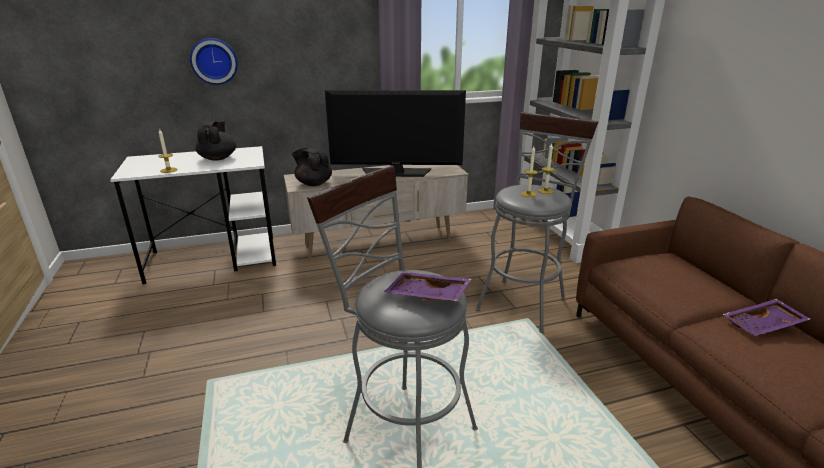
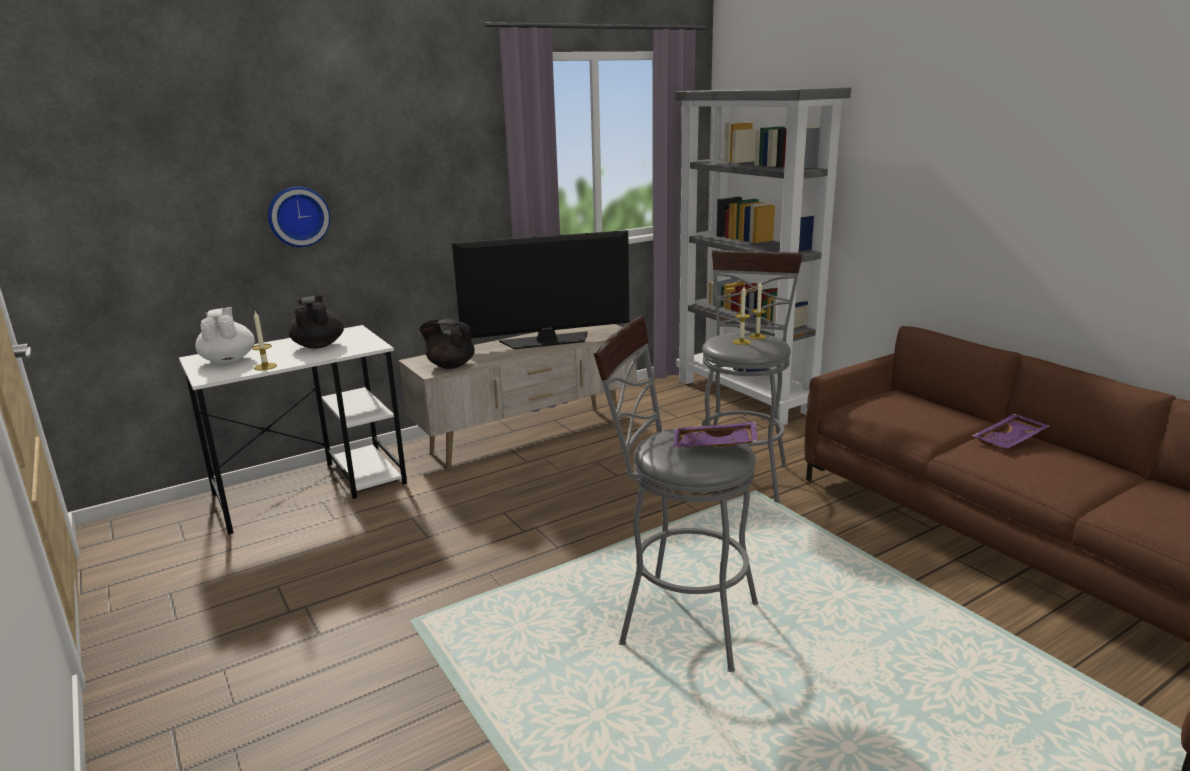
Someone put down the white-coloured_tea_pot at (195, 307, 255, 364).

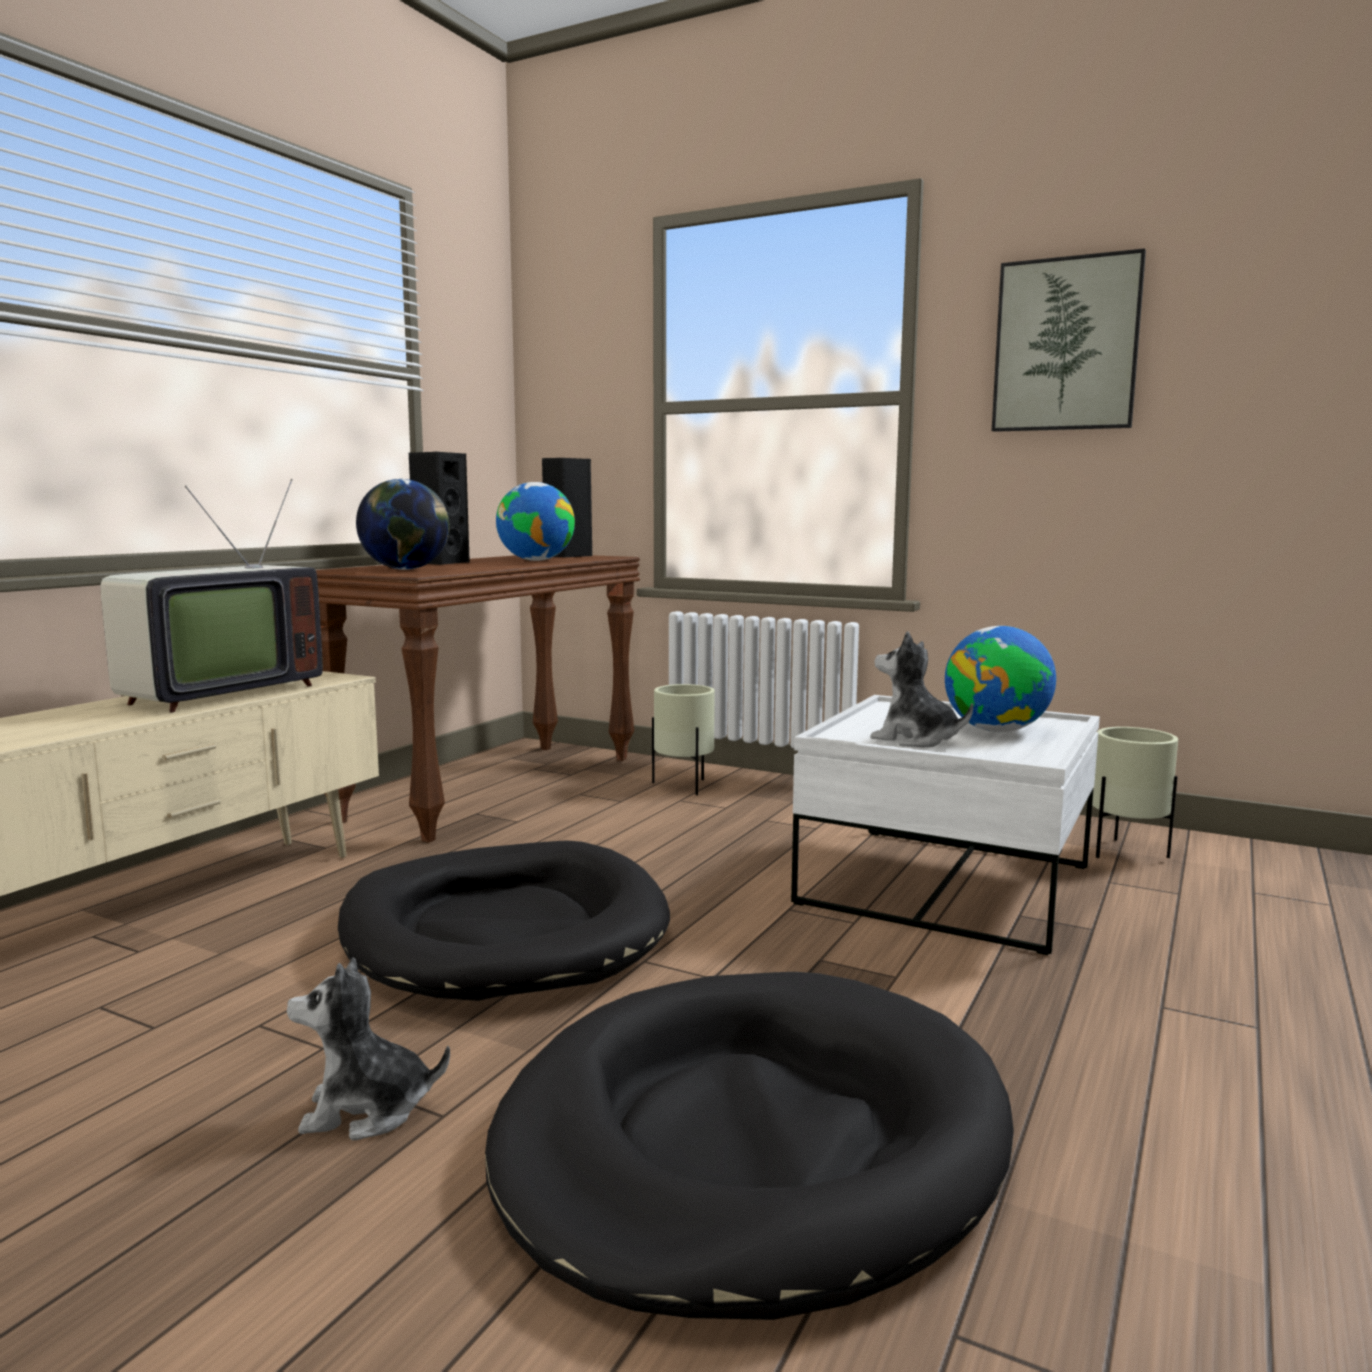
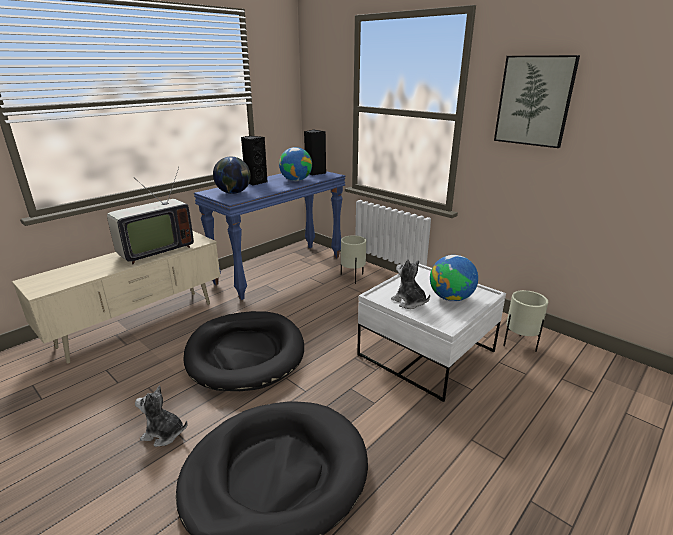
Someone repainted the brownish_console_table at (316, 555, 640, 843), which became the bluish_console_table at (194, 171, 346, 300).

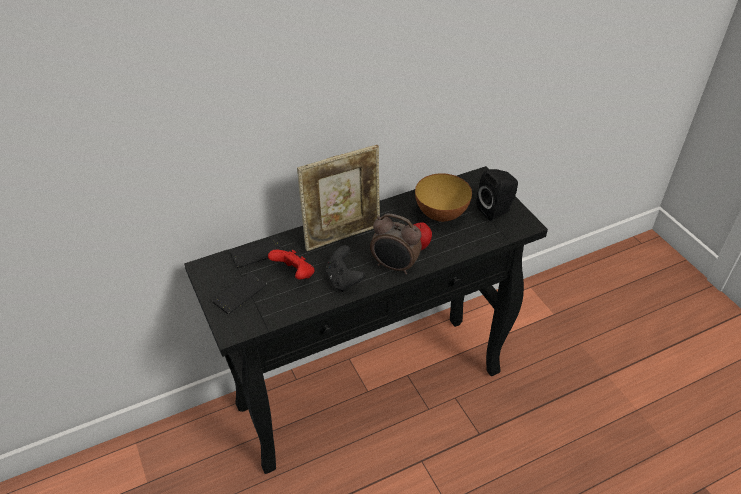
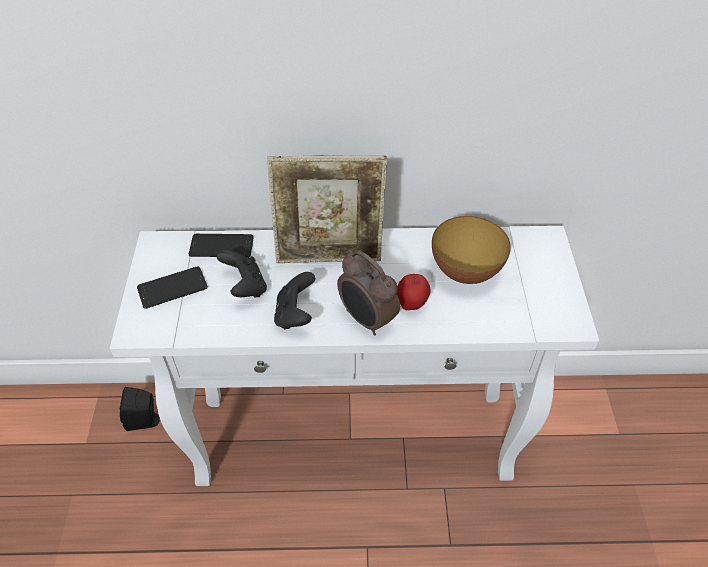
Someone repainted the black-coloured_console_table at (184, 166, 548, 474), which became the white-coloured_console_table at (110, 226, 599, 486).
Someone repainted the reddish_joypad at (268, 250, 314, 280), which became the black-coloured_joypad at (217, 249, 267, 298).
Someone carried the black-coloured_loudspeaker from (477, 169, 518, 221) to (120, 387, 160, 431).

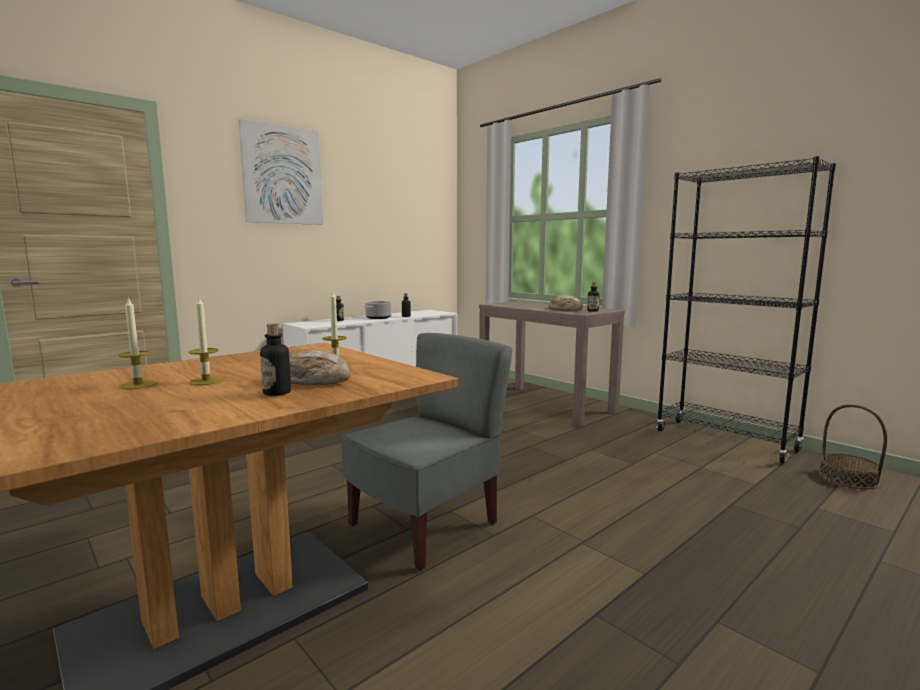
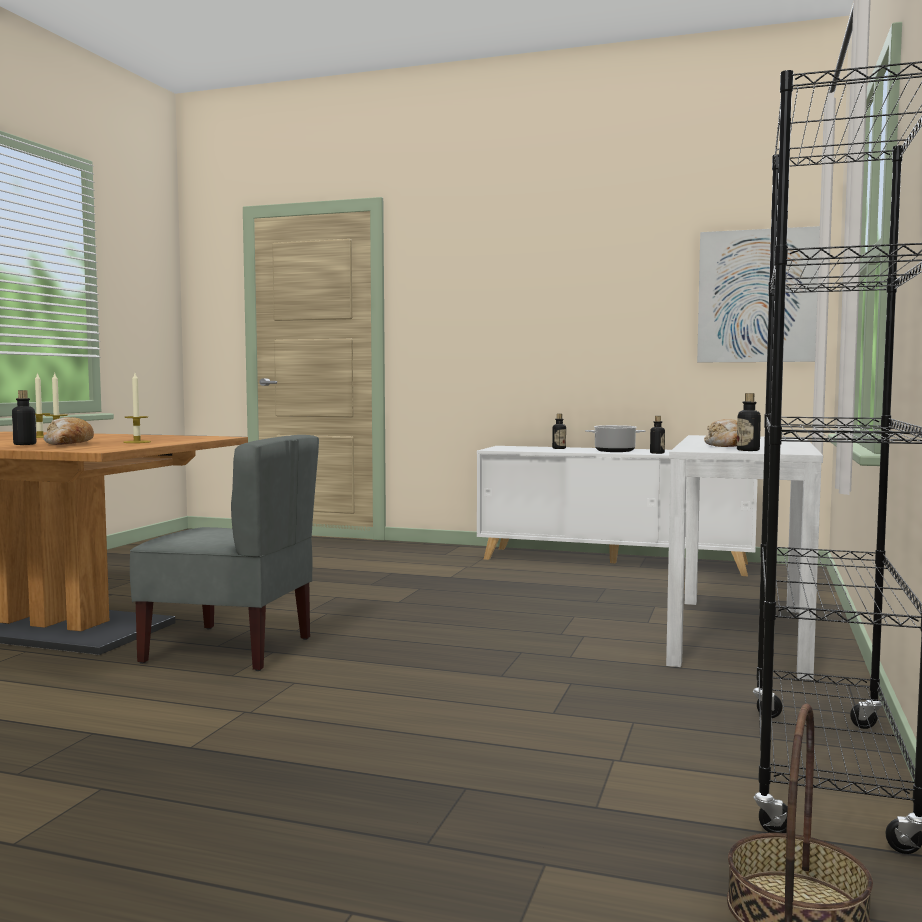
Someone carried the wall_art from (239, 119, 323, 225) to (697, 226, 820, 362).
Someone repainted the brownish_console_table at (479, 301, 625, 427), which became the white-coloured_console_table at (666, 435, 823, 680).

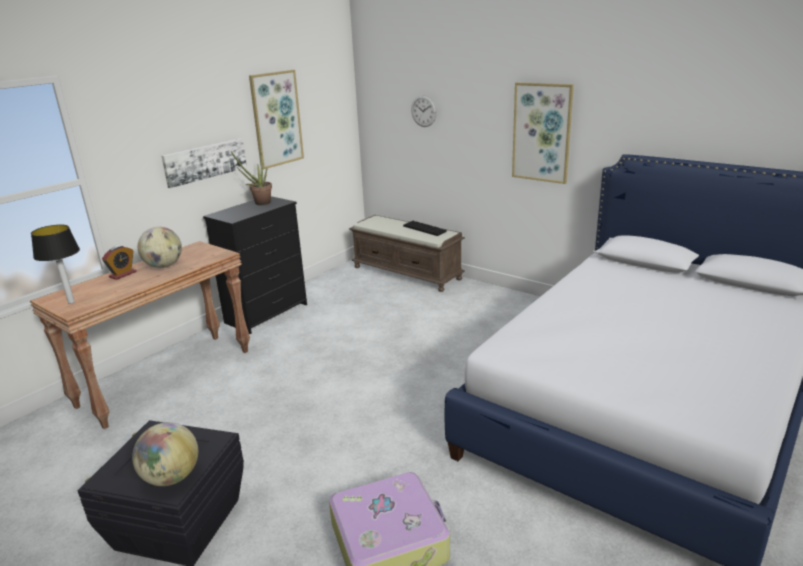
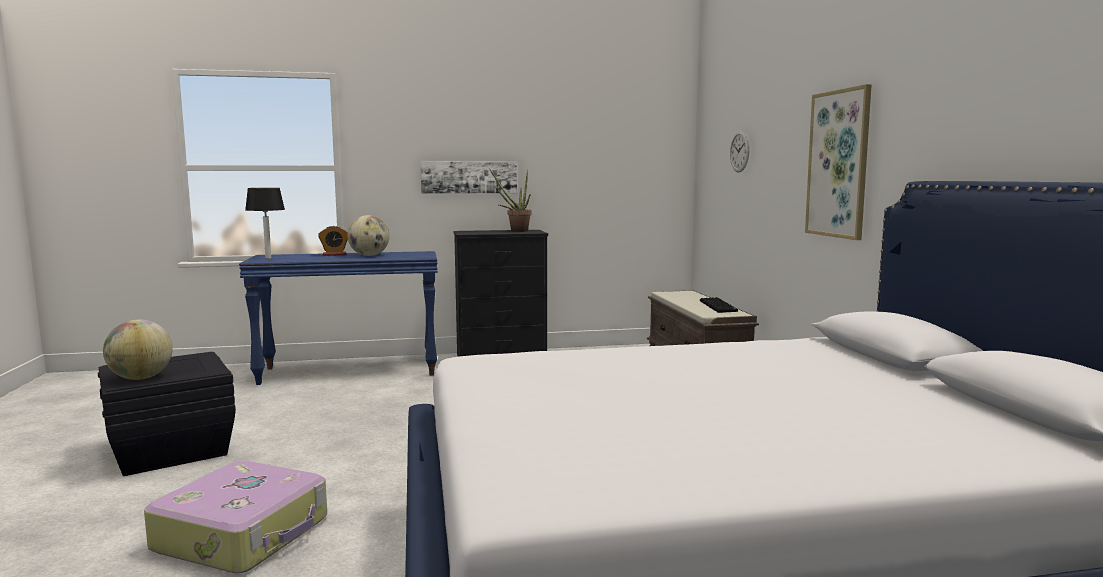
Someone repainted the brownish_console_table at (30, 241, 250, 429), which became the bluish_console_table at (239, 251, 438, 385).
Someone took away the wall_art at (249, 70, 304, 170).

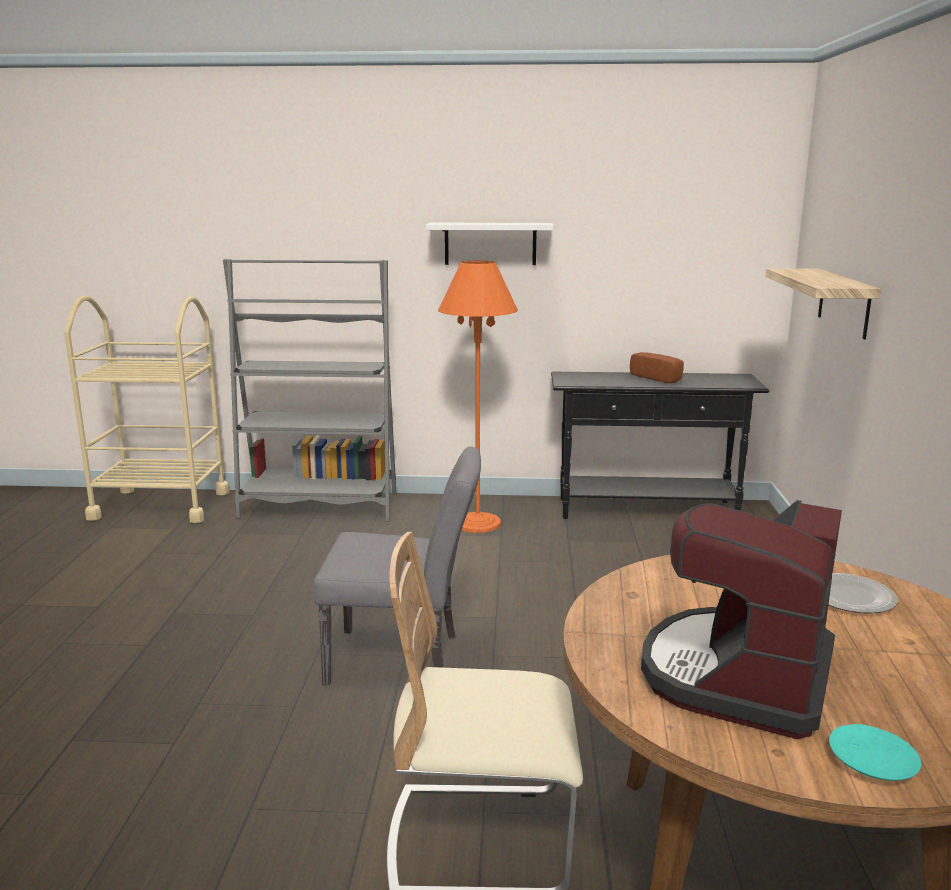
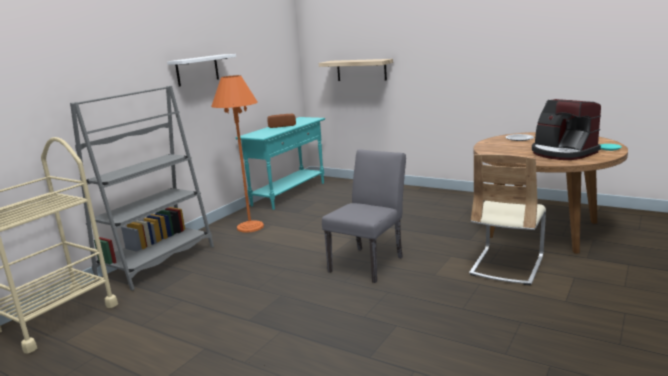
Someone repainted the black-coloured_console_table at (551, 372, 769, 519), which became the turquoise-coloured_console_table at (236, 117, 325, 210).

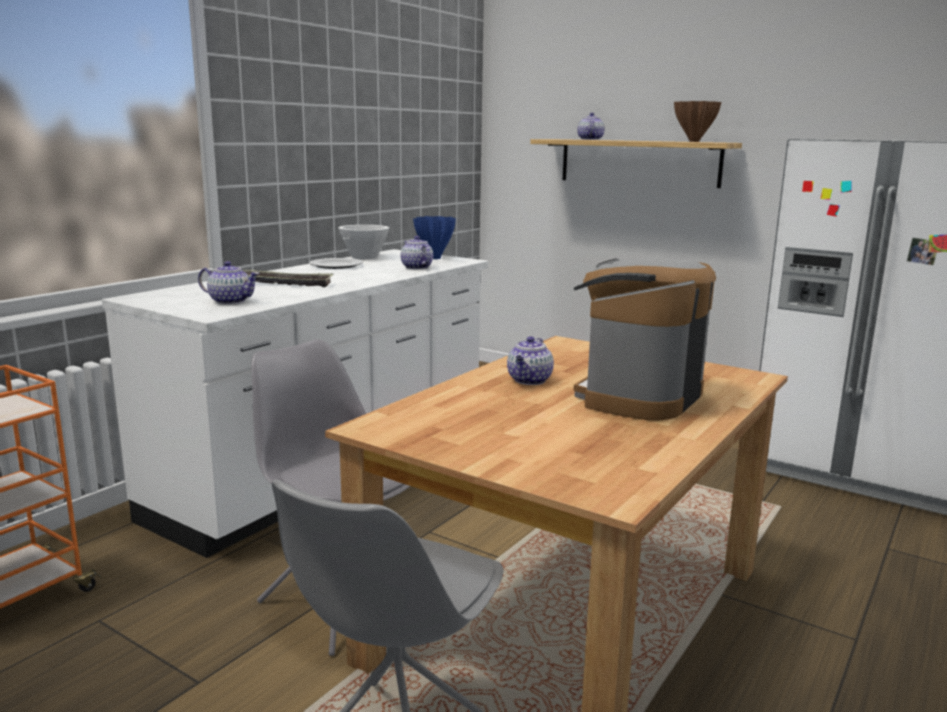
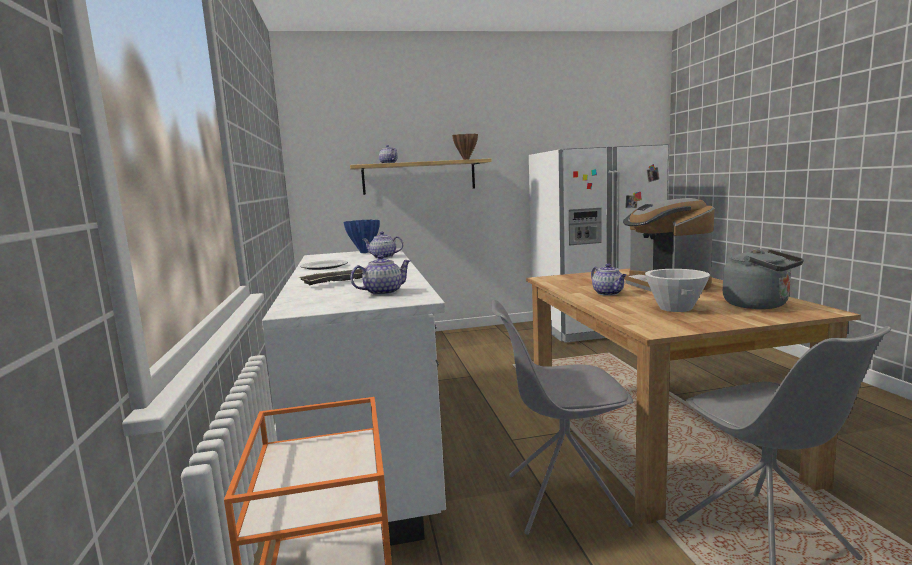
Someone carried the white-coloured_serving_bowl from (338, 225, 389, 259) to (645, 269, 710, 312).
Someone put down the greyish_water_kettle at (723, 249, 804, 309).

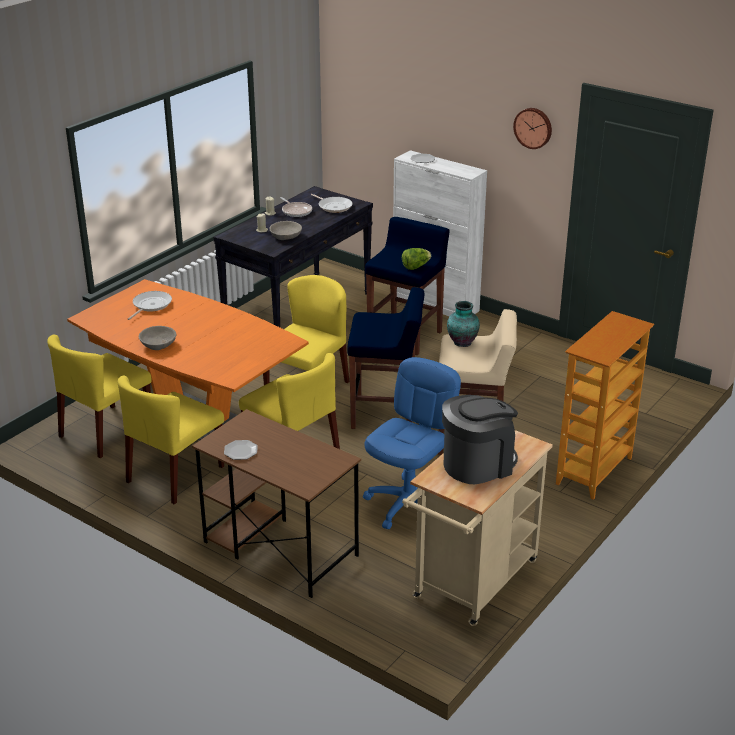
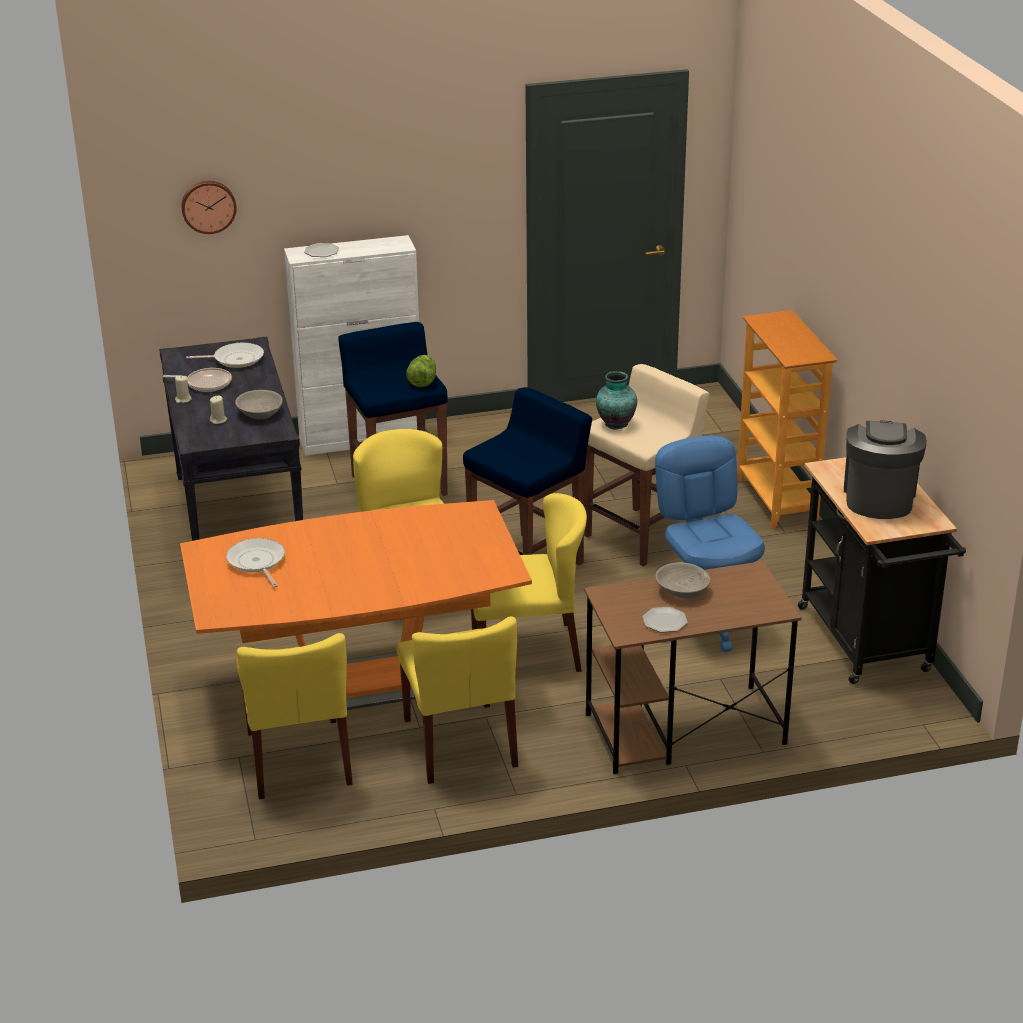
Someone carried the greyish_serving_bowl from (139, 326, 176, 350) to (655, 562, 711, 598).
Someone repainted the beige_wheeled_cart at (402, 430, 553, 626), which became the black-coloured_wheeled_cart at (798, 457, 966, 684).
Someone carried the wall_clock from (513, 108, 552, 149) to (181, 181, 237, 234).

